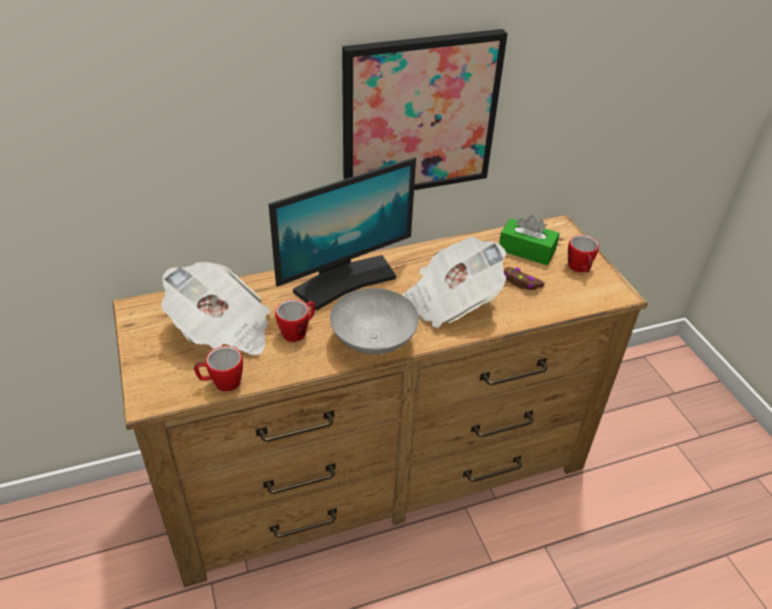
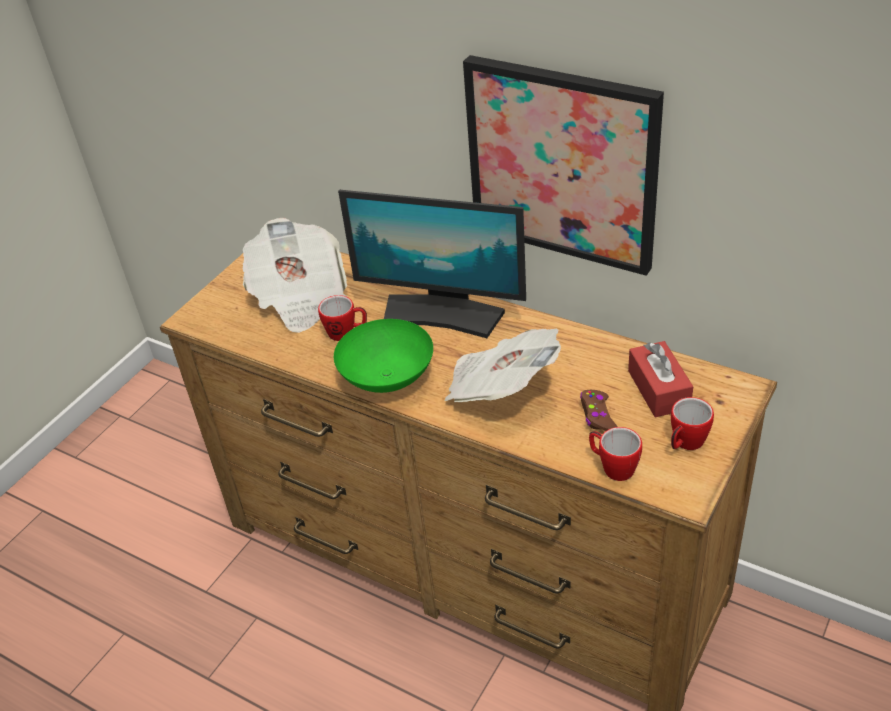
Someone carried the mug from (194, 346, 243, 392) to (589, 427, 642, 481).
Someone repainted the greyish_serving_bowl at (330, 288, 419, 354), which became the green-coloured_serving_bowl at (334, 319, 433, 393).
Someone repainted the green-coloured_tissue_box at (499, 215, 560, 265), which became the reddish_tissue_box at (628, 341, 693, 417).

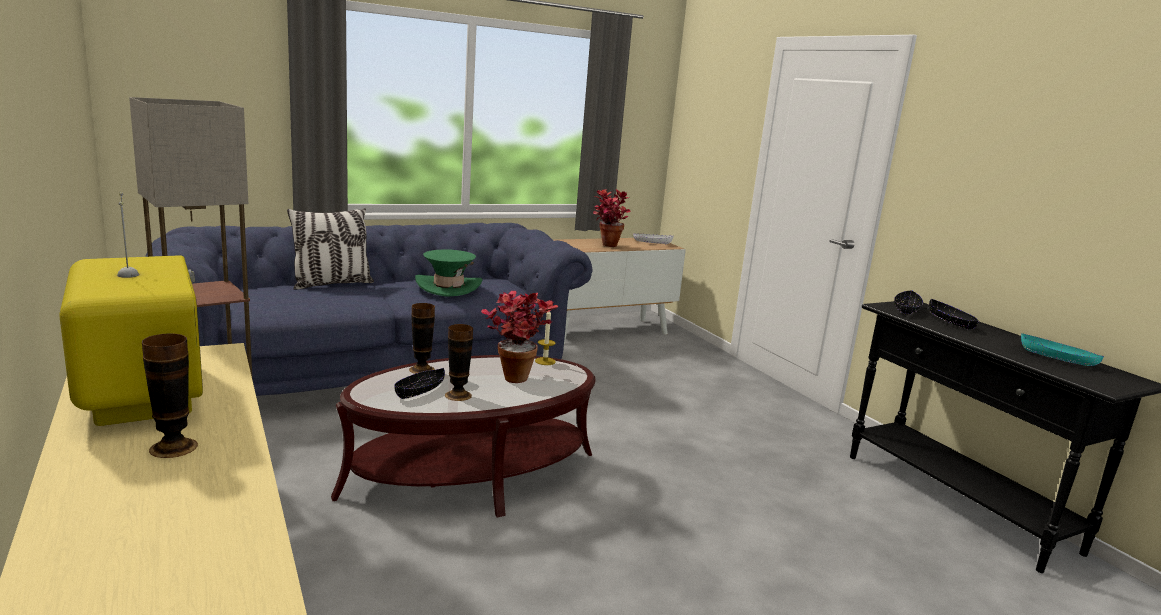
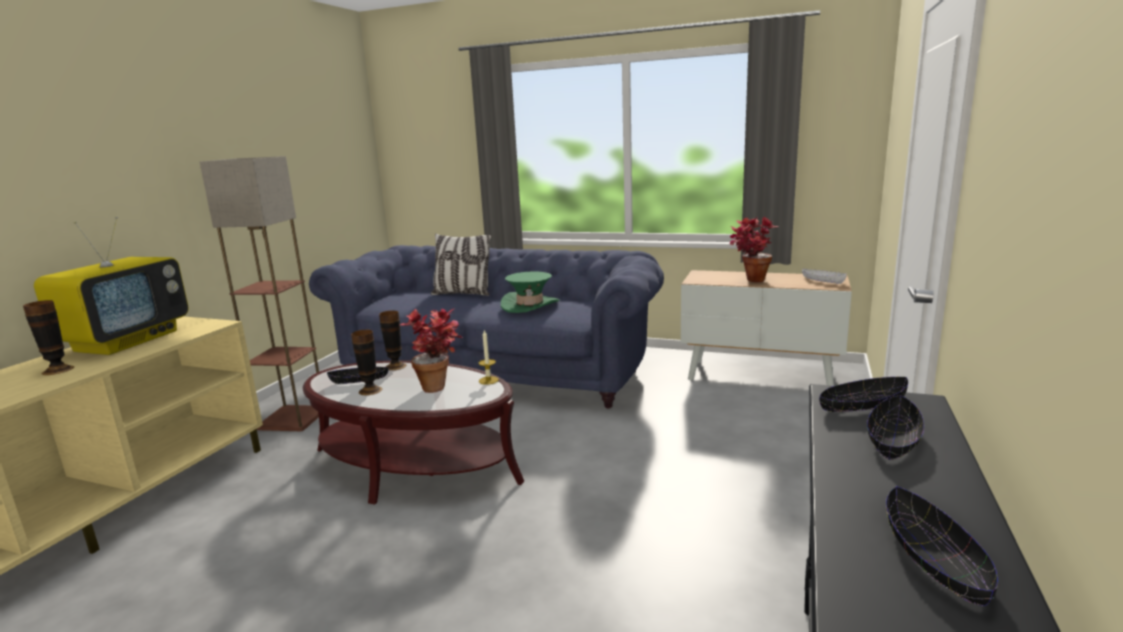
Someone repainted the turquoise-coloured_serving_bowl at (1021, 333, 1104, 366), which became the black-coloured_serving_bowl at (886, 486, 998, 606).

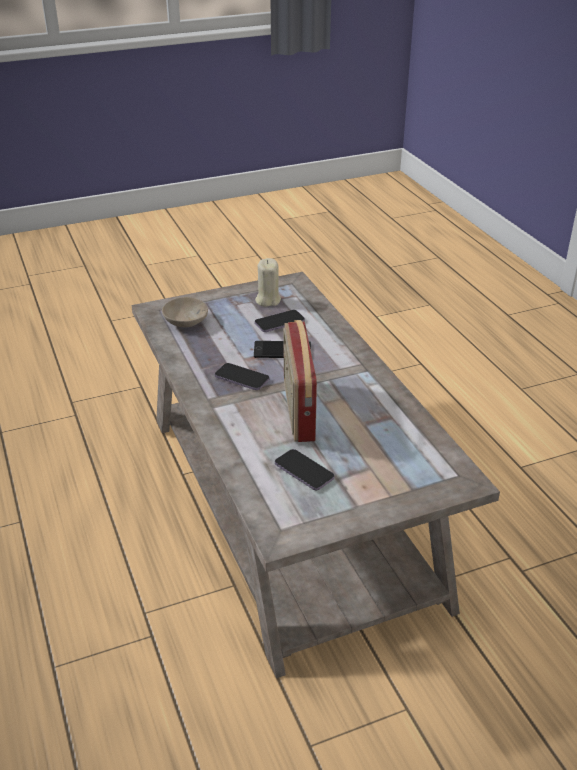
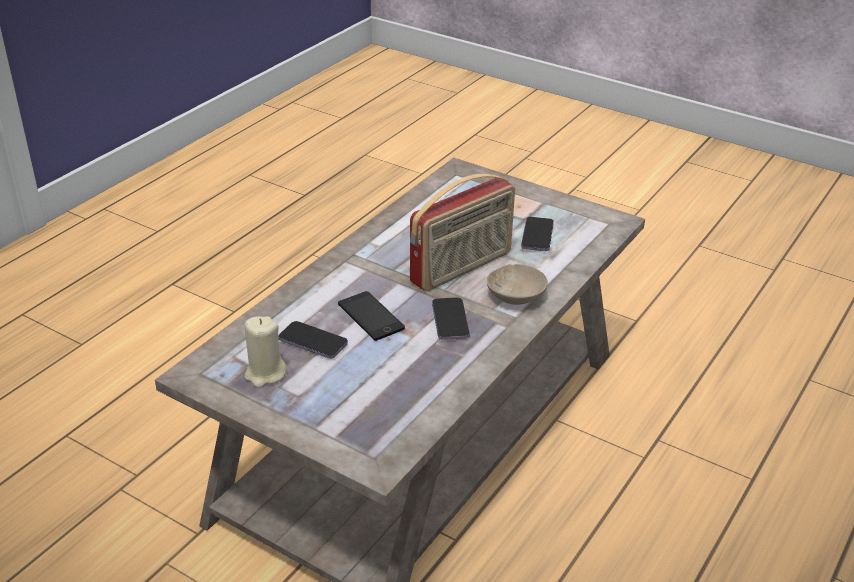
Someone carried the beige_serving_bowl from (162, 297, 208, 327) to (487, 264, 548, 305).

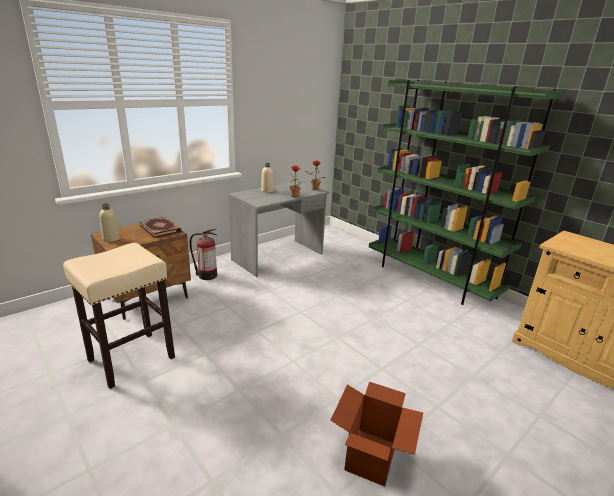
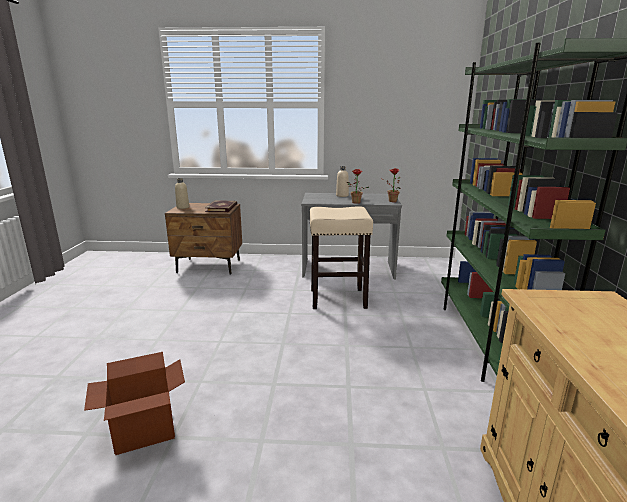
Someone carried the beige_stool from (63, 243, 175, 389) to (310, 206, 373, 309).
Someone took away the fire_extinguisher at (190, 229, 217, 280).

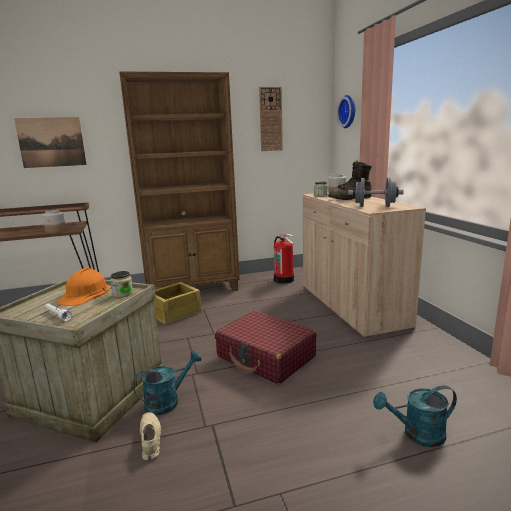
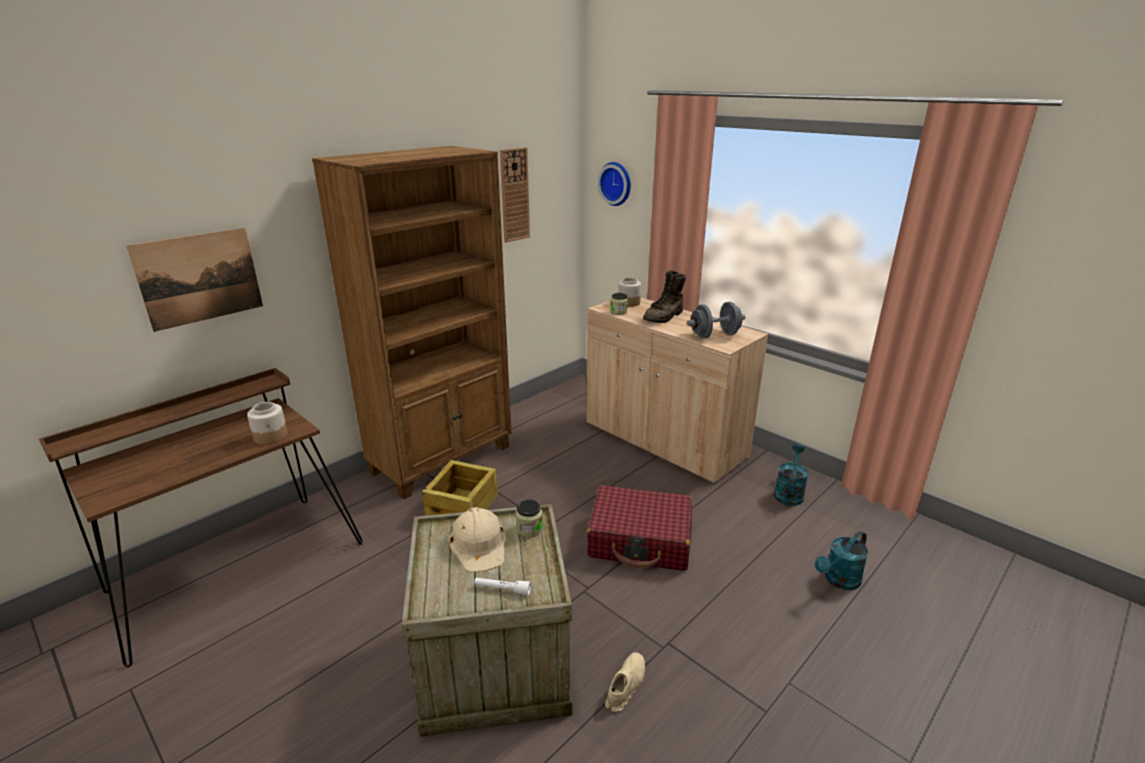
Someone repainted the orangey_safety_helmet at (58, 268, 110, 306), which became the beige_safety_helmet at (448, 507, 506, 572).
Someone carried the turquoise-coloured_watering_pot from (133, 350, 202, 415) to (774, 444, 809, 506).
Someone rotated the beige_low_shoe at (140, 412, 161, 460) by 75 degrees clockwise.
Someone took away the fire_extinguisher at (274, 234, 294, 284).

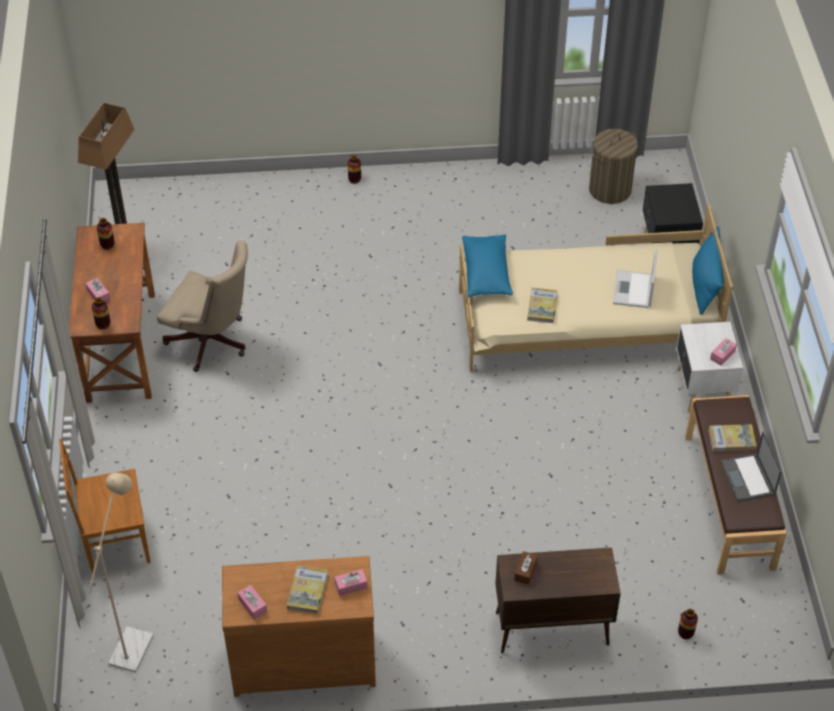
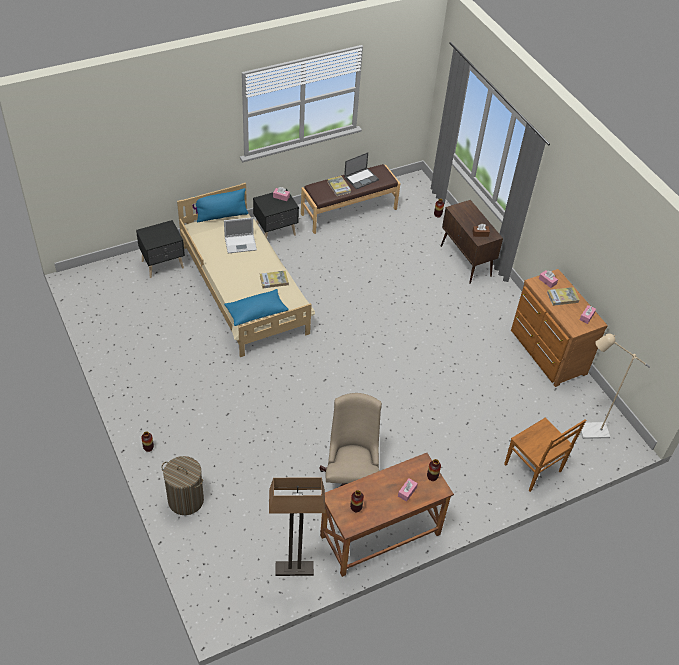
Someone carried the hamper from (589, 129, 638, 204) to (162, 456, 204, 515).
Someone repainted the white-coloured_nightstand at (676, 322, 743, 413), which became the black-coloured_nightstand at (253, 189, 299, 239).

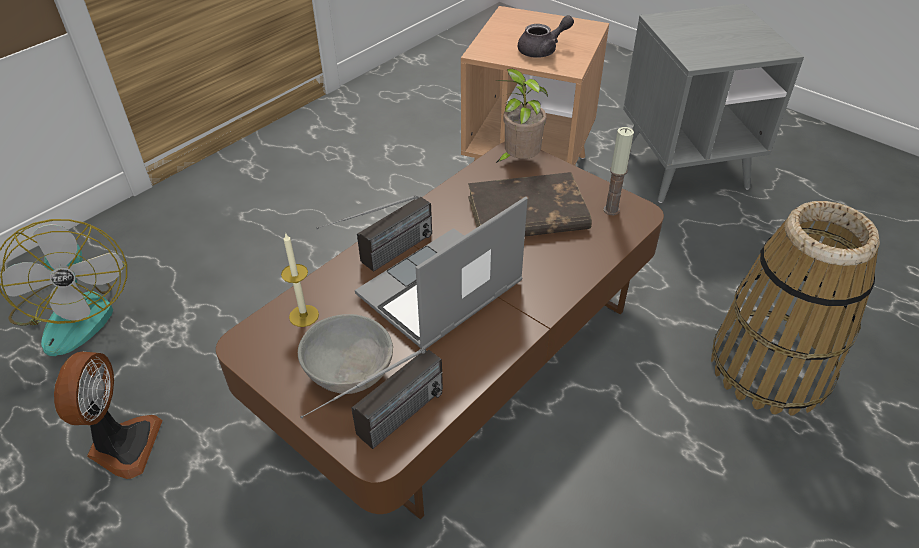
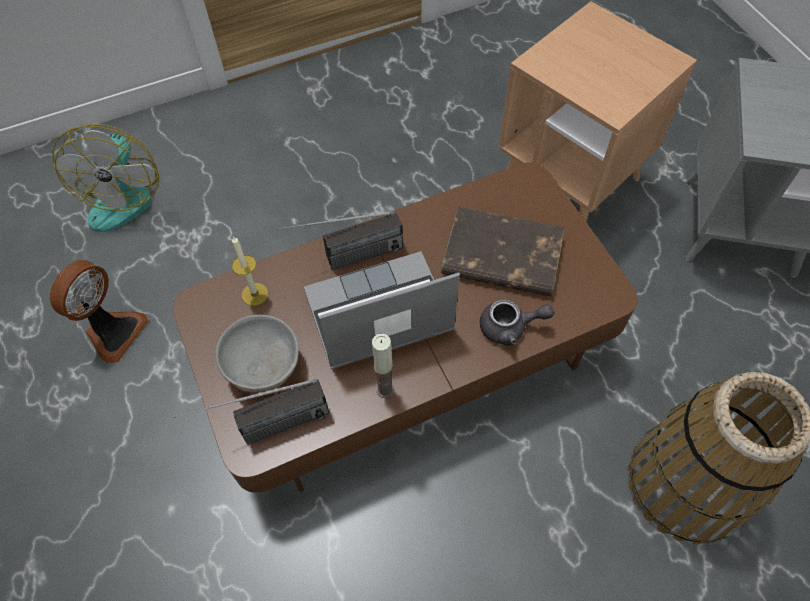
Someone took away the potted_plant at (495, 69, 548, 163).
Someone carried the greyish_tea_pot from (518, 15, 574, 58) to (480, 299, 554, 346).
Someone carried the wax_light from (604, 127, 634, 215) to (372, 333, 395, 398).

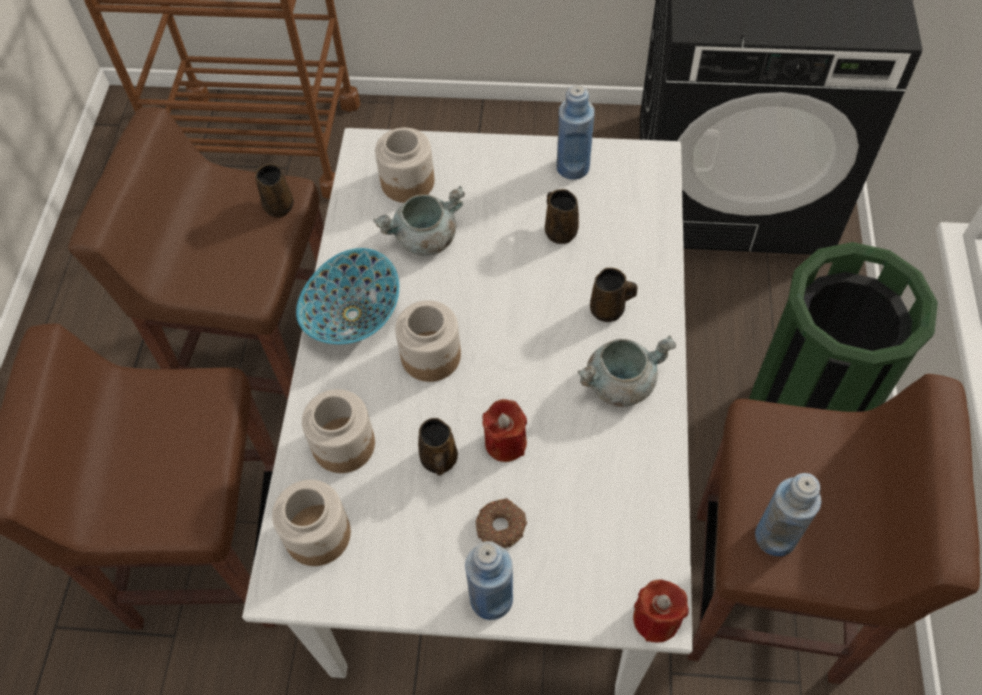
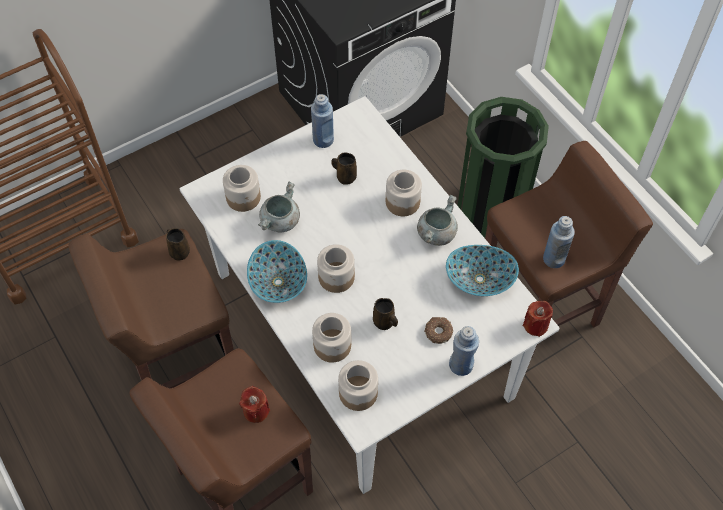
Someone carried the reddish_wax_light from (482, 399, 527, 462) to (239, 386, 270, 423).
Someone swapped the brownish_mug at (590, 268, 637, 322) for the storage_jar at (386, 170, 422, 216).
Someone put down the serving_bowl at (446, 245, 519, 296).

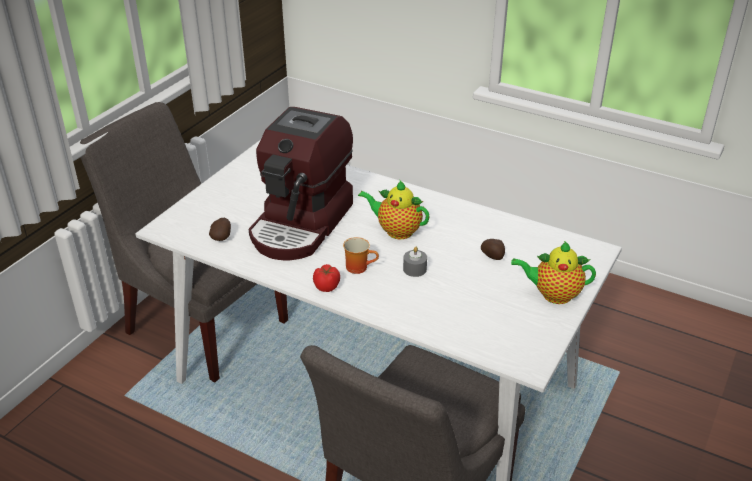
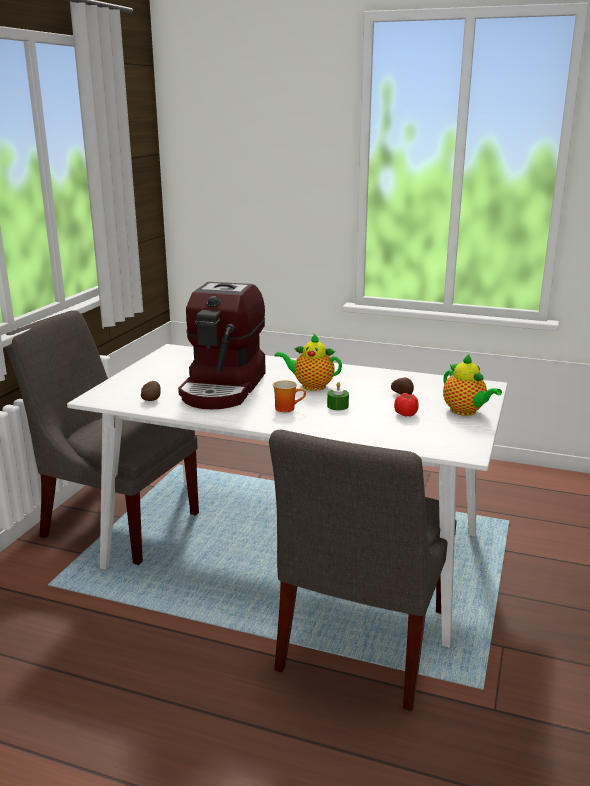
Someone carried the fresh_tomato from (313, 264, 340, 292) to (394, 393, 419, 417).
Someone repainted the greyish_wax_light at (403, 247, 427, 277), which became the green-coloured_wax_light at (327, 382, 349, 411).
Someone rotated the tea_pot at (511, 241, 596, 304) by 120 degrees counterclockwise.

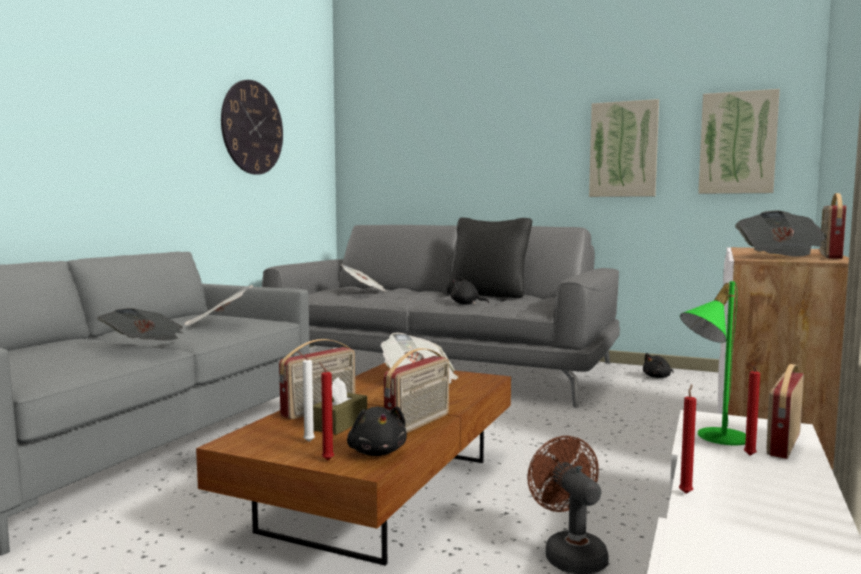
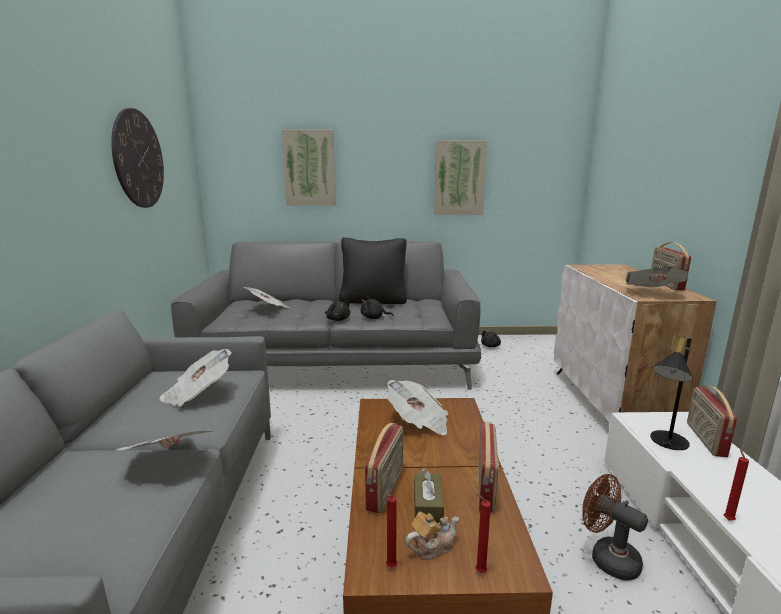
Someone swapped the white-coloured_wax_light at (298, 352, 315, 442) for the tea_pot at (405, 512, 459, 560).
Someone carried the black-coloured_cuddly_toy from (347, 406, 407, 456) to (325, 300, 350, 321).
Someone repainted the green-coloured_tabletop_lamp at (680, 281, 746, 446), which became the black-coloured_tabletop_lamp at (650, 336, 693, 450).
Someone carried the wall_art from (698, 89, 780, 194) to (282, 129, 336, 205).
Someone carried the reddish_wax_light from (744, 364, 760, 456) to (386, 495, 397, 568).

